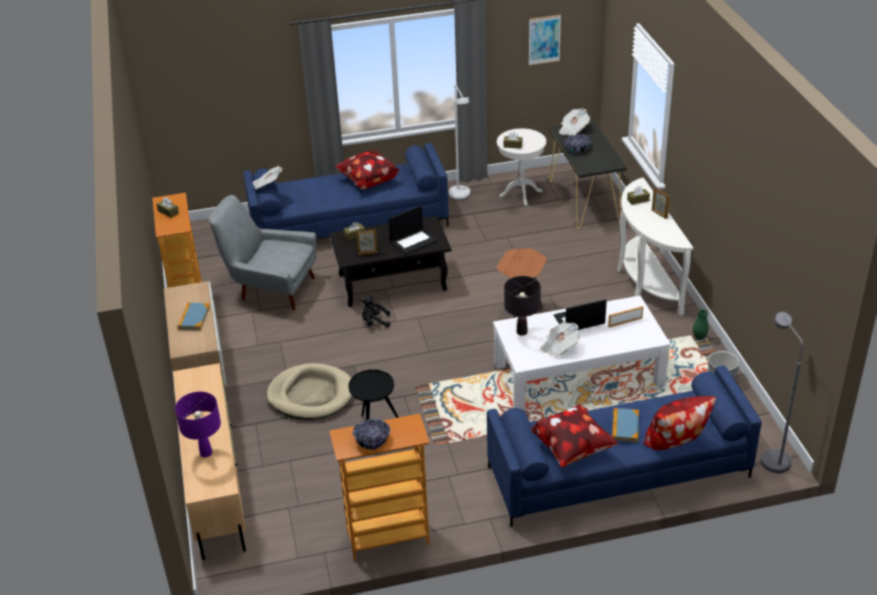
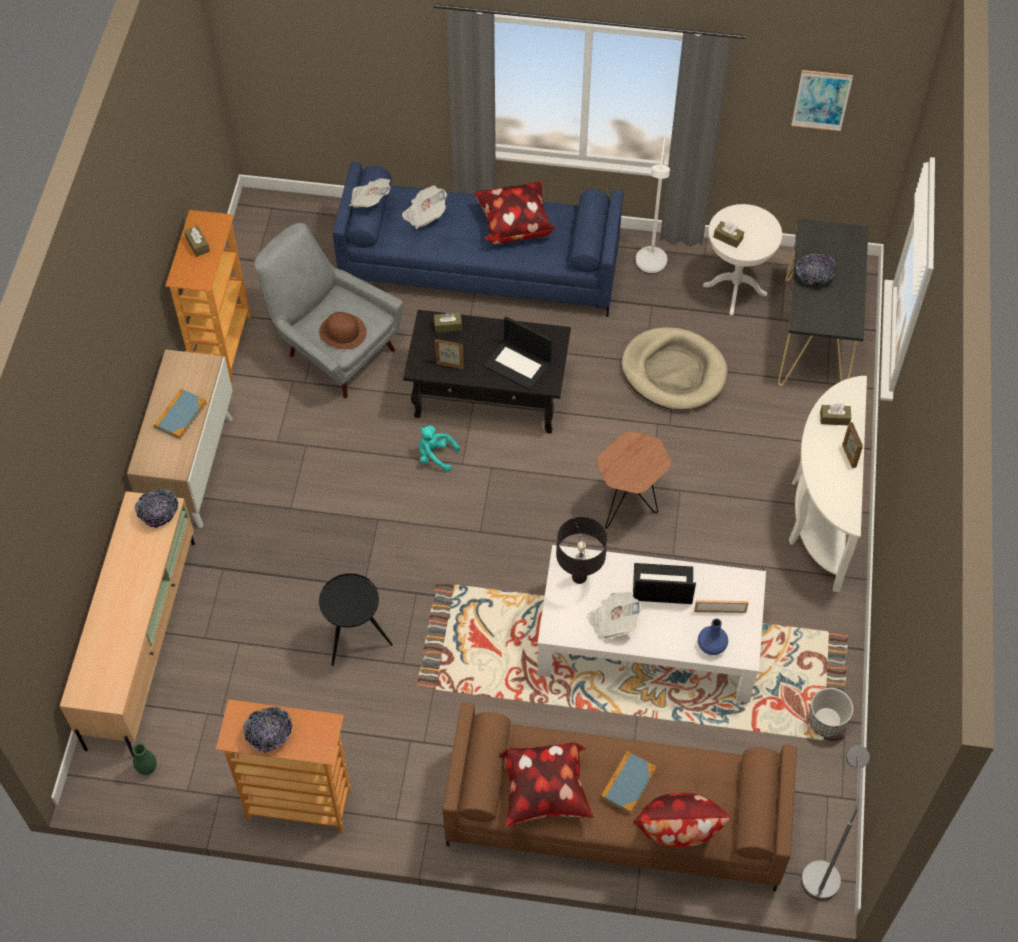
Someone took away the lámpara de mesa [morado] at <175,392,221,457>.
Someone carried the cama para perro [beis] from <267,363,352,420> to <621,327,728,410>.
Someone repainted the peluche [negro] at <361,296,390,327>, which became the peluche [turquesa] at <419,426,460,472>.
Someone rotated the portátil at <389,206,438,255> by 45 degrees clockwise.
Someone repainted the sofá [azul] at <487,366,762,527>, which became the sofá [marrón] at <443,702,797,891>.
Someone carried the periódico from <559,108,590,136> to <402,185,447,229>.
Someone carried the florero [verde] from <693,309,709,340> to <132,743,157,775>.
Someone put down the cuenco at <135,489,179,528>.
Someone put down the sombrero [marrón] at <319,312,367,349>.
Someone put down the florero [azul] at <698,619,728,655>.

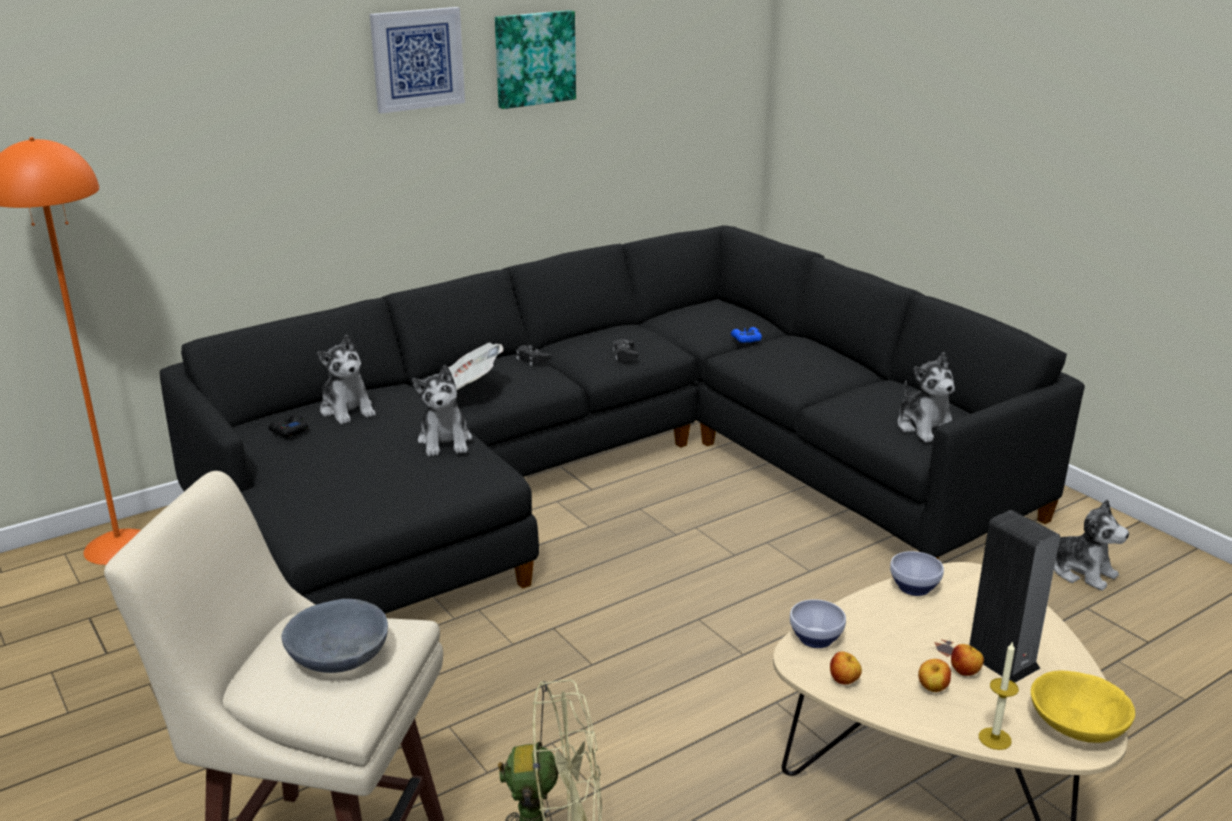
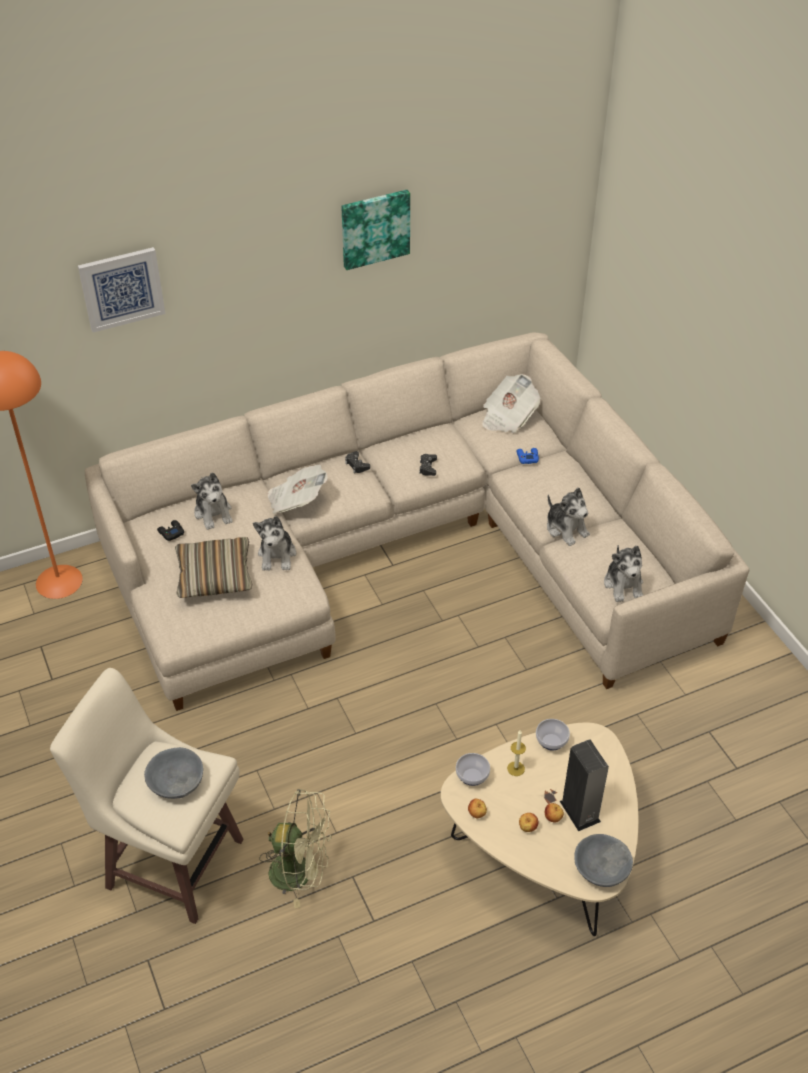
Someone repainted the sofá [negro] at <160,225,1085,614>, which became the sofá [beis] at <85,332,749,711>.
Someone carried the cuadro from <370,7,465,114> to <78,247,166,333>.
Someone carried the vela from <979,641,1019,750> to <507,730,526,776>.
Someone repainted the cuenco [amarillo] at <1031,670,1135,743>, which became the cuenco [gris] at <574,834,633,887>.
Someone carried the peluche from <1045,499,1129,591> to <547,488,590,546>.
Someone put down the cojín at <175,537,252,598>.
Someone put down the periódico at <482,374,540,433>.

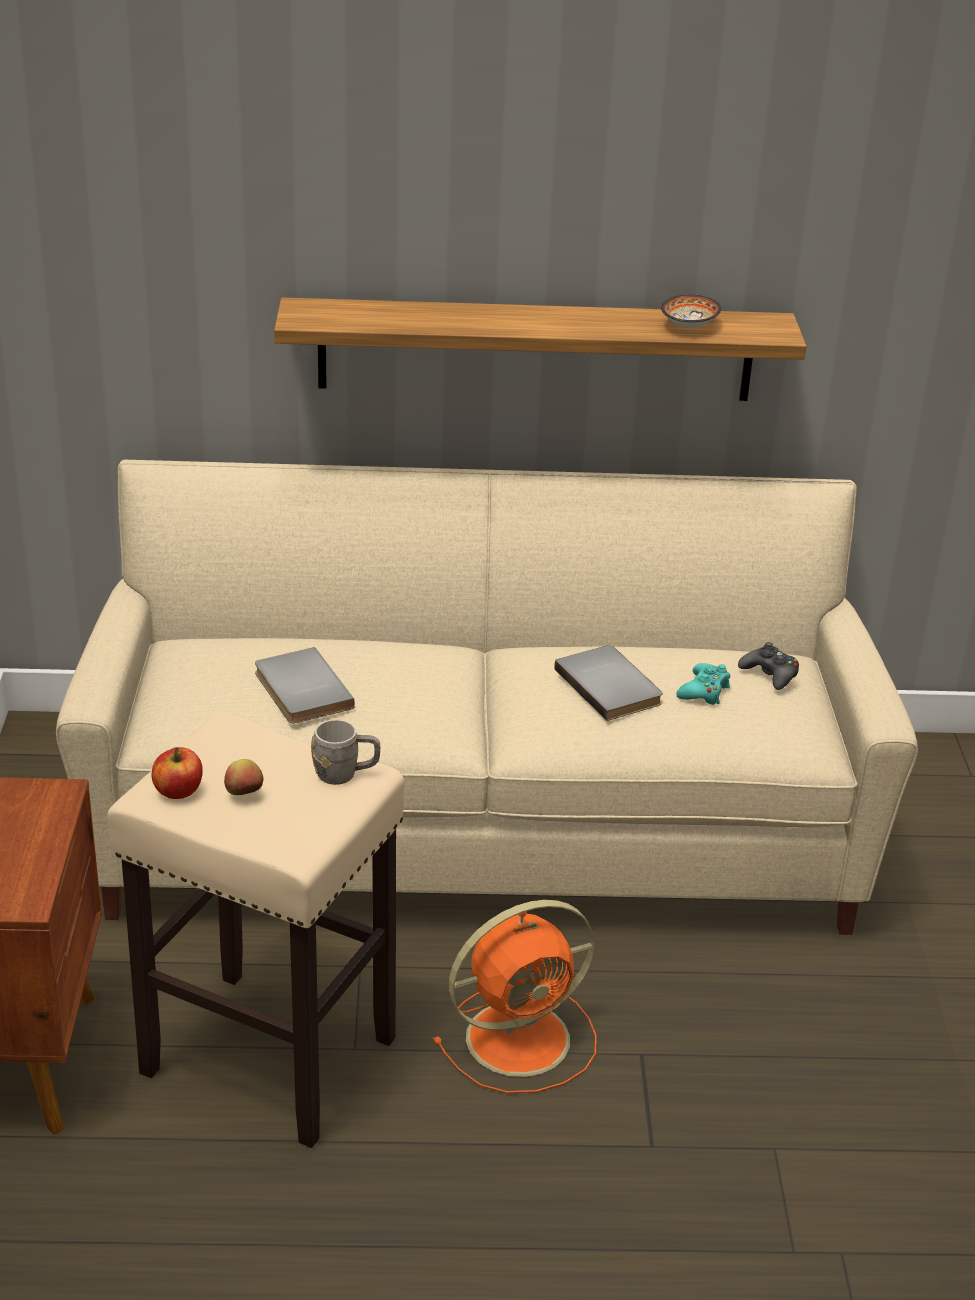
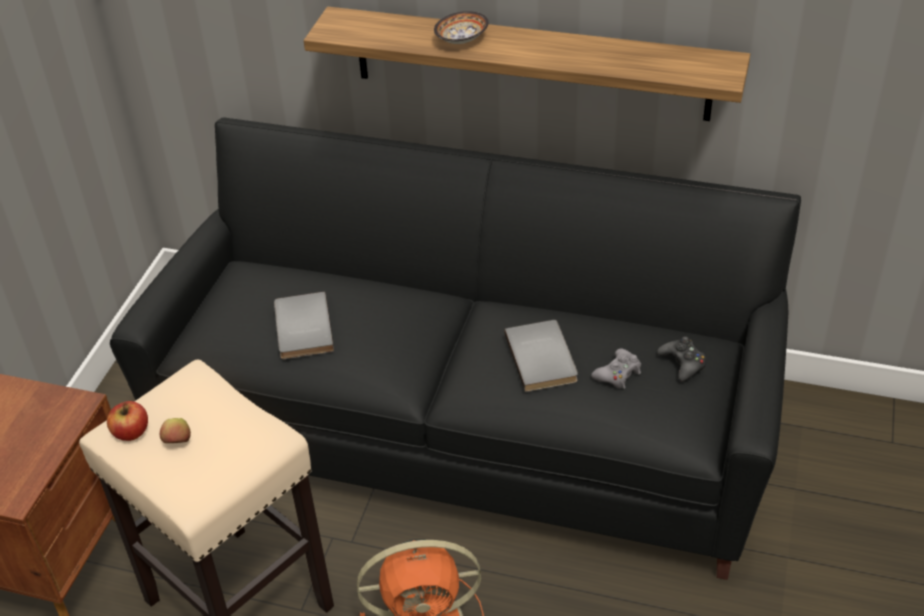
Someone repainted the sofá [beis] at <56,460,918,935>, which became the sofá [negro] at <110,118,801,580>.
Someone took away the taza grande [gris] at <311,719,380,785>.
Someone carried the cuenco from <661,295,721,328> to <434,11,488,44>.
Someone repainted the mando de consola [turquesa] at <676,663,730,705>, which became the mando de consola [gris] at <591,348,641,389>.

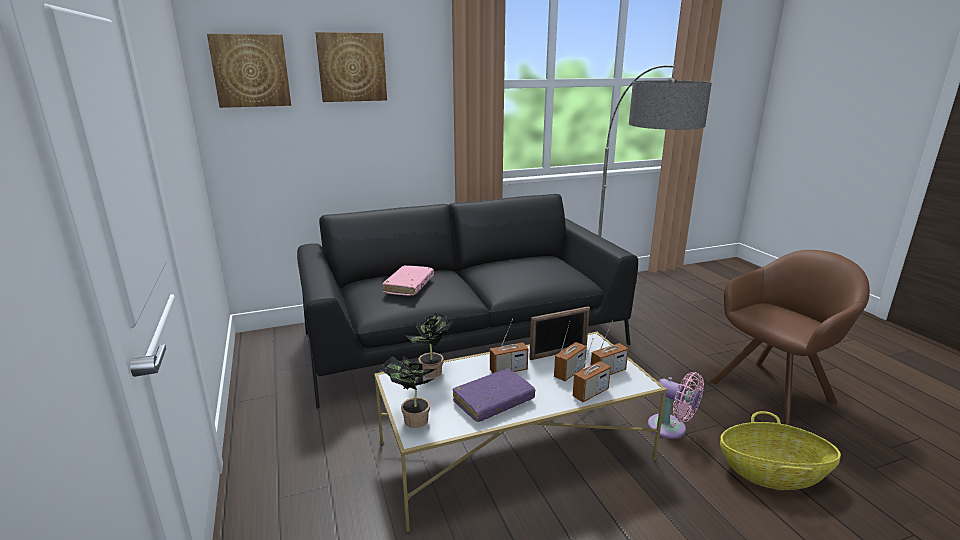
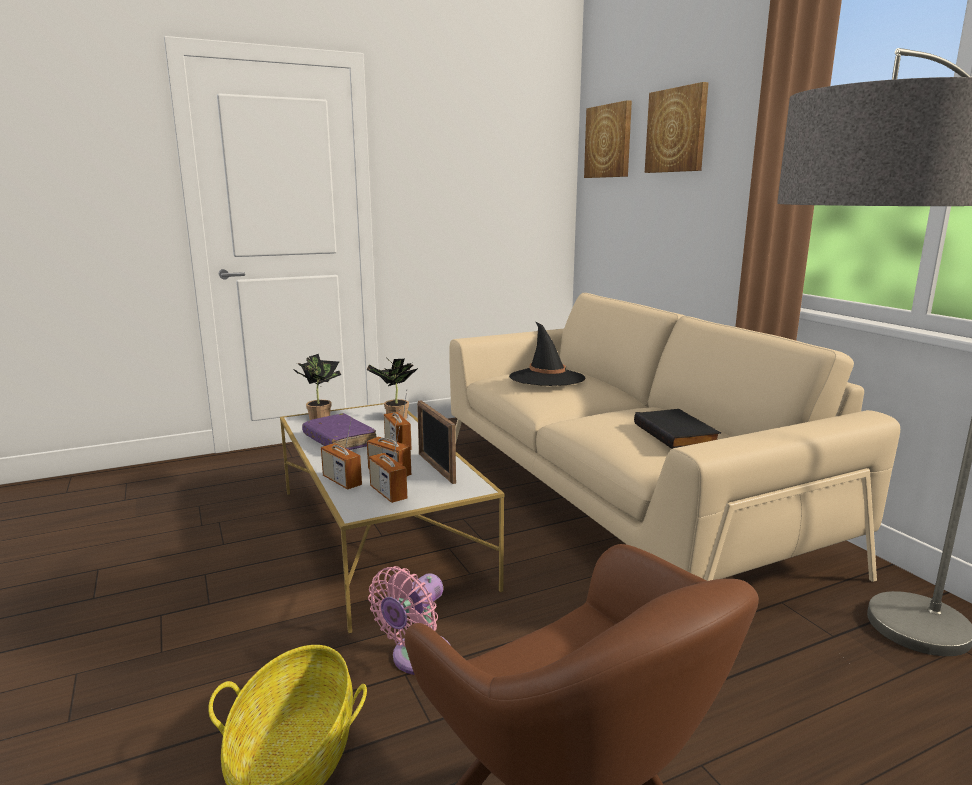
Someone repainted the sofá [negro] at <297,194,638,408>, which became the sofá [beis] at <449,293,900,582>.
Someone swapped the libro [rosa] at <382,265,434,296> for the sombrero [negro] at <509,321,585,386>.
Someone put down the libro [negro] at <634,409,721,449>.

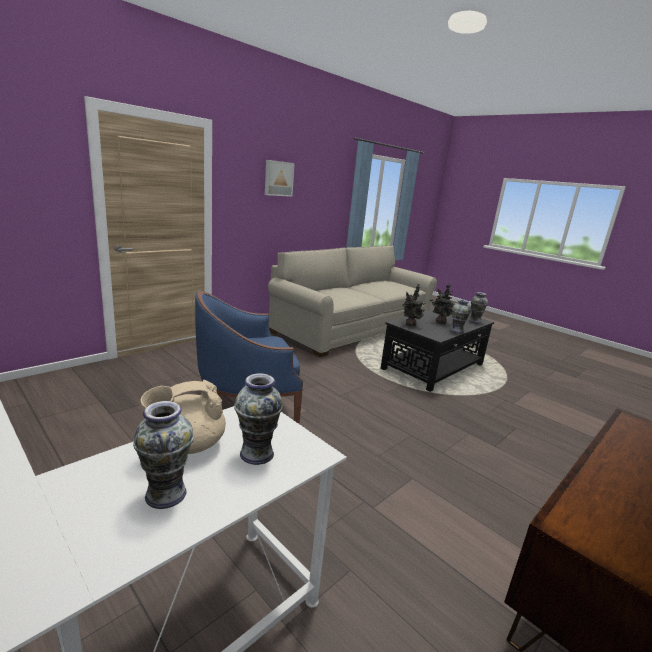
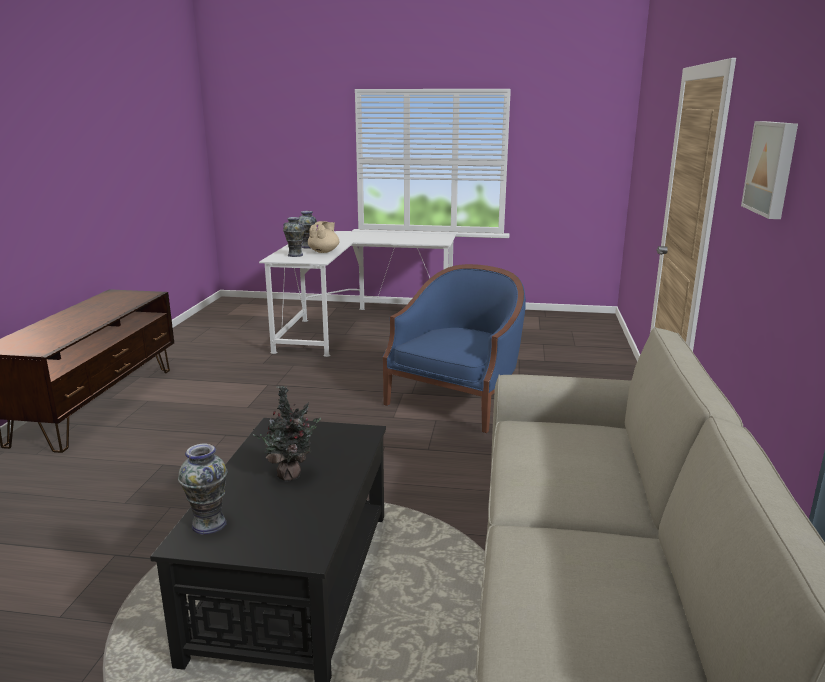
Someone took away the planta en maceta at <402,284,425,327>.
Someone took away the florero at <450,299,471,334>.

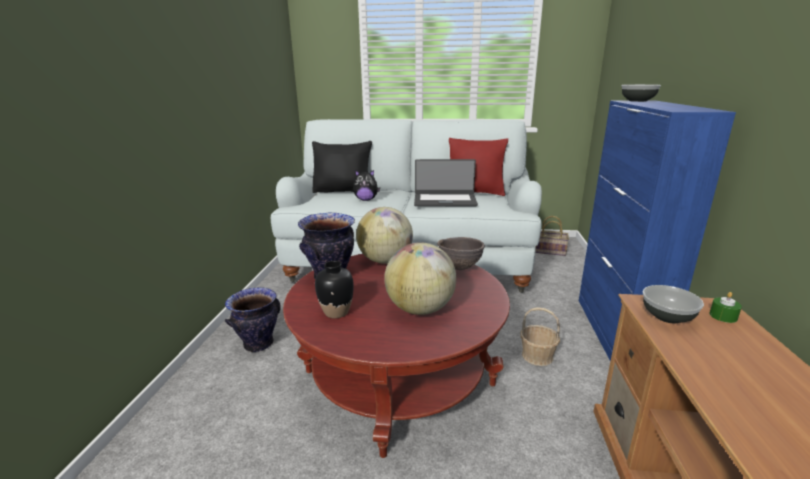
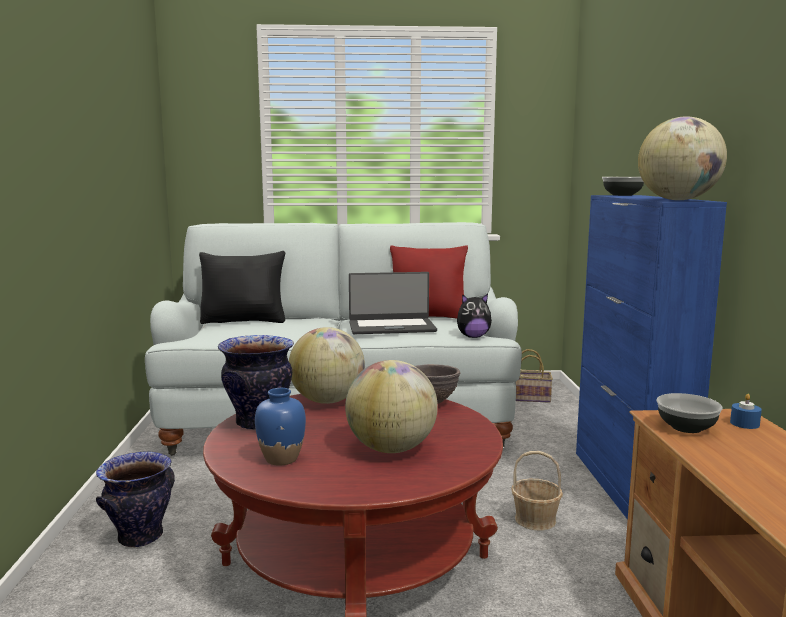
Someone repainted the florero [negro] at <315,261,354,319>, which became the florero [azul] at <255,388,306,466>.
Someone carried the peluche from <353,170,380,201> to <457,294,492,338>.
Someone repainted the vela [verde] at <709,292,742,323>, which became the vela [azul] at <730,394,762,429>.
Someone put down the globo terráqueo at <638,116,727,200>.

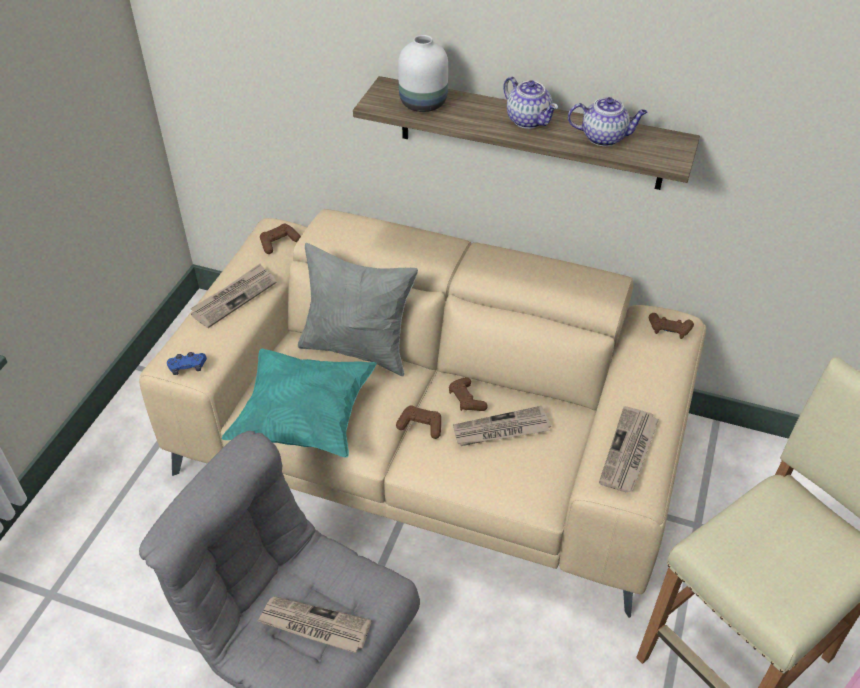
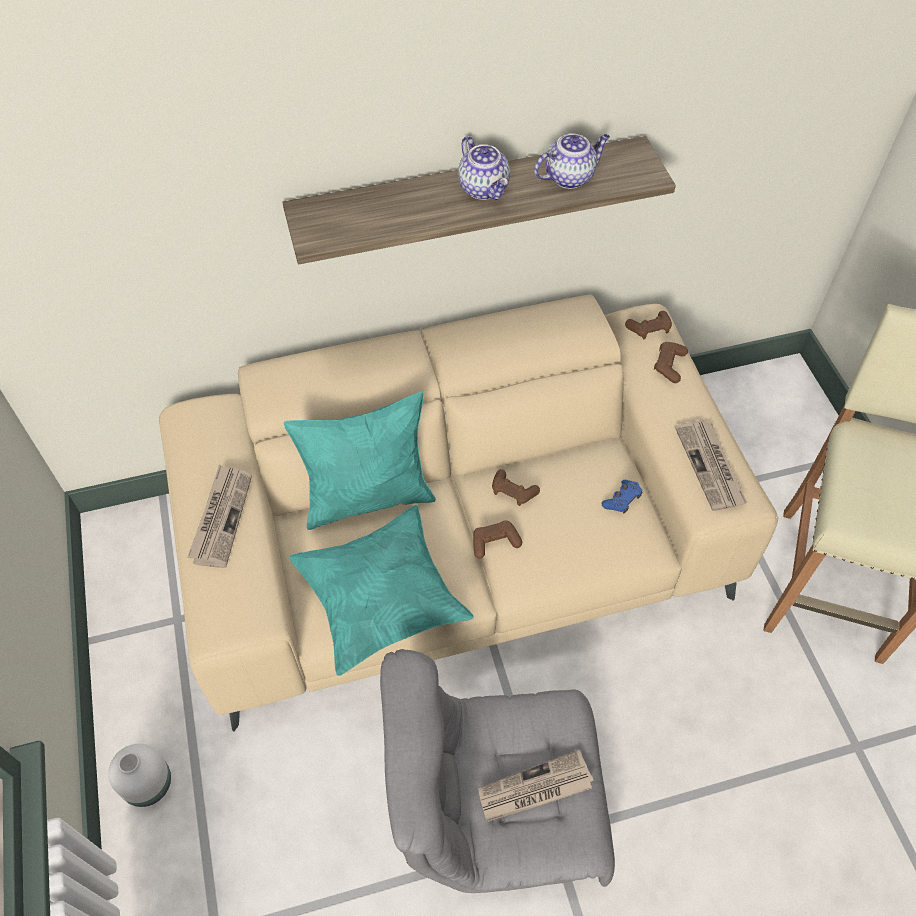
Someone carried the mando de consola [azul] from <167,352,207,375> to <602,480,642,514>.
Someone carried the mando de consola [marrón] from <260,224,301,254> to <654,342,688,383>.
Someone repainted the cojín [gris] at <298,243,418,376>, which became the cojín [turquesa] at <284,391,436,530>.
Someone carried the florero [blanco] from <398,35,448,112> to <108,744,171,807>.
Someone took away the periódico at <453,406,551,446>.
Someone rotated the tetera at <503,77,558,129> by 45 degrees clockwise.

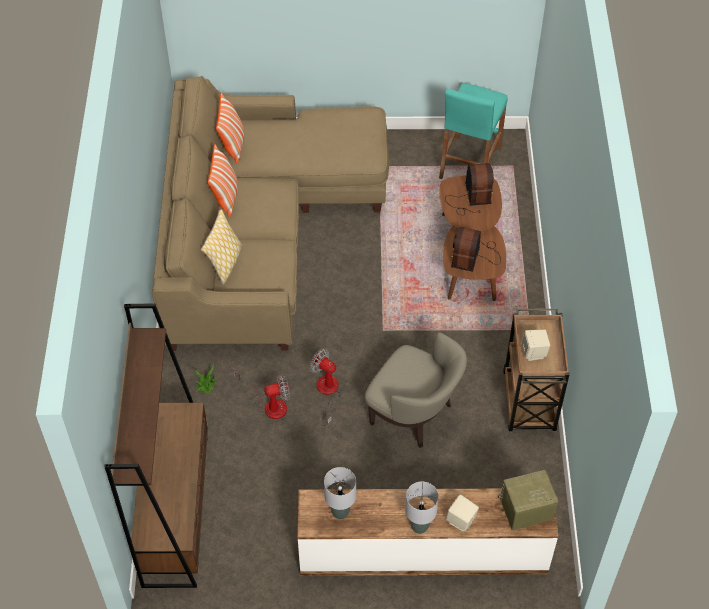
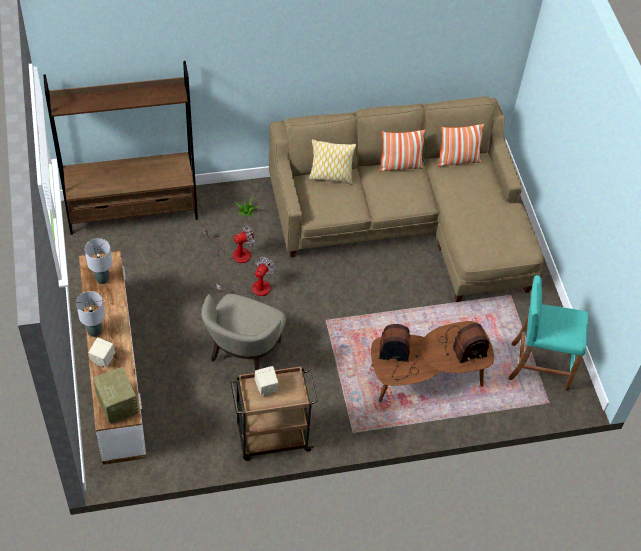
Someone rotated the ventilador at <233,368,290,419> by 90 degrees counterclockwise.

